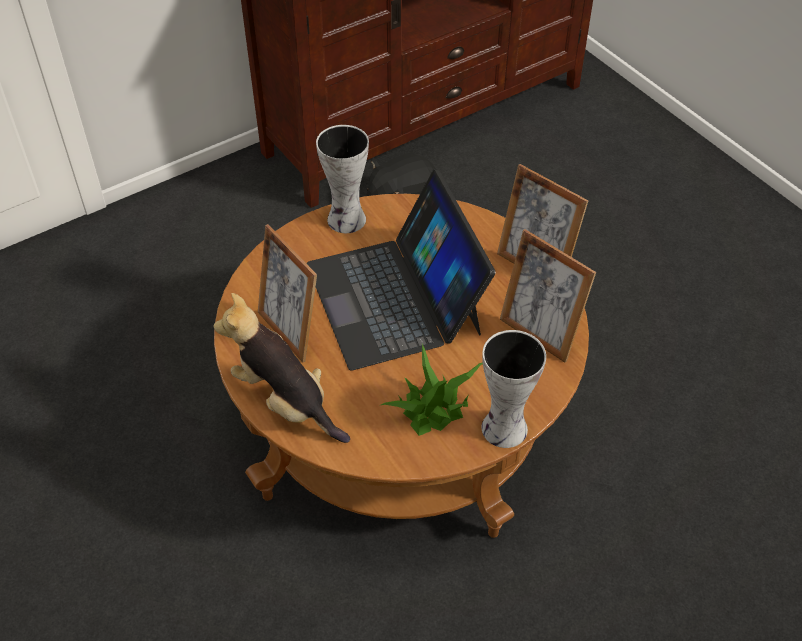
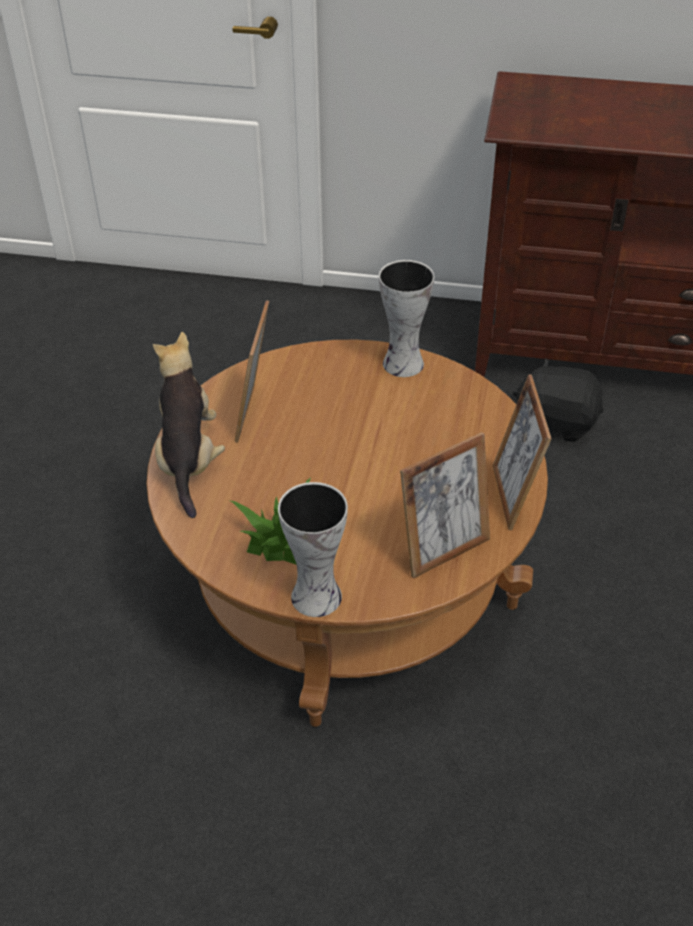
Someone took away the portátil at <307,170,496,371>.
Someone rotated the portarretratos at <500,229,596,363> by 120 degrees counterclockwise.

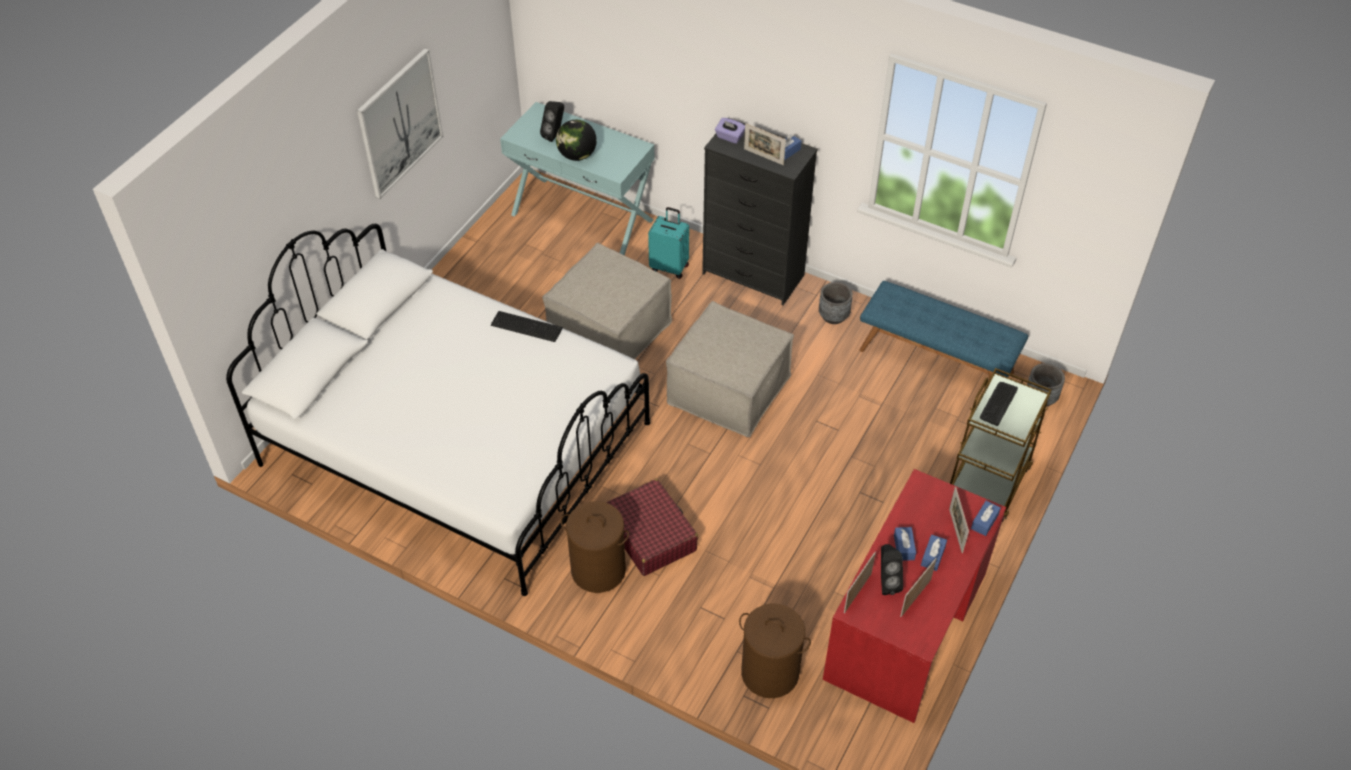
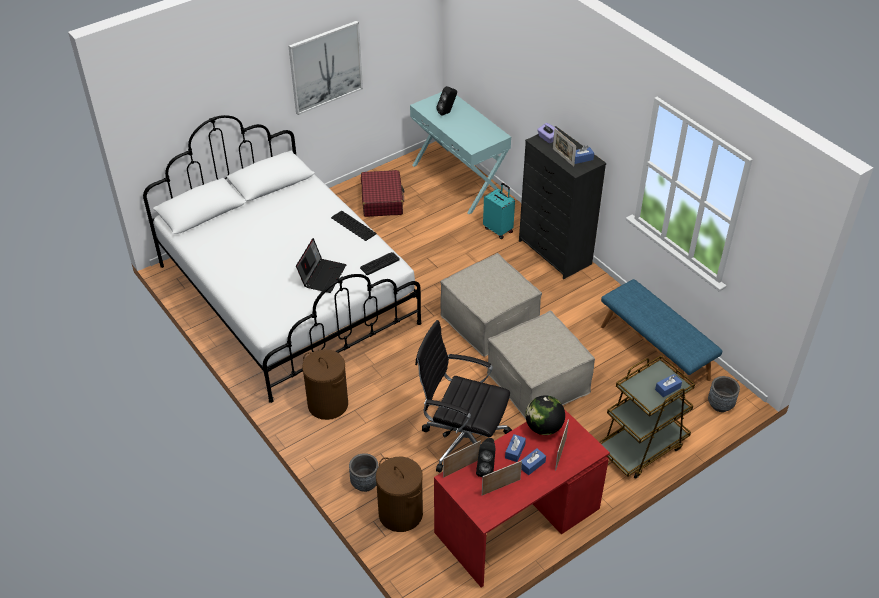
Someone carried the puf [beis] from <542,243,672,359> to <487,311,595,419>.
Someone carried the globo terráqueo from <556,120,597,161> to <525,395,565,435>.
Someone carried the maleta [rojo] from <606,479,698,576> to <361,170,404,217>.
Someone carried the maceta [gris] from <819,282,853,324> to <349,453,379,492>.
Someone carried the caja de pañuelos [azul] from <971,501,1001,536> to <655,374,682,397>.
Someone carried the teclado from <980,382,1018,426> to <360,252,400,275>.
Someone put down the portátil at <296,238,346,293>.
Someone put down the silla de oficina [negro] at <415,320,512,473>.

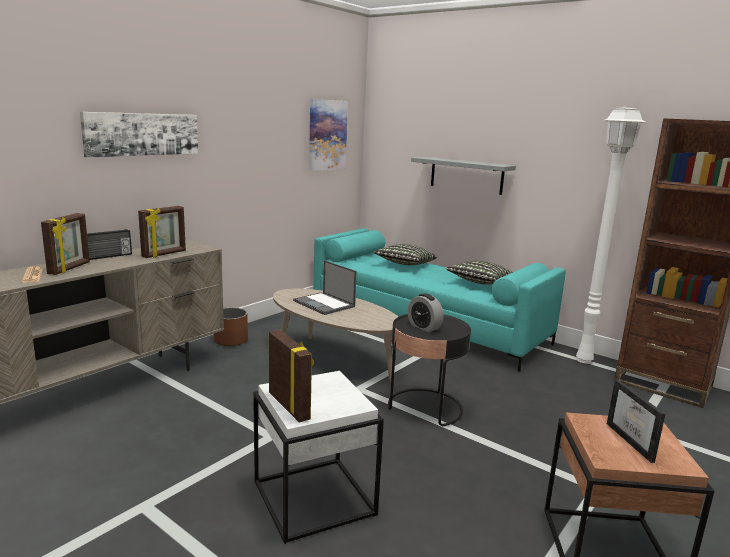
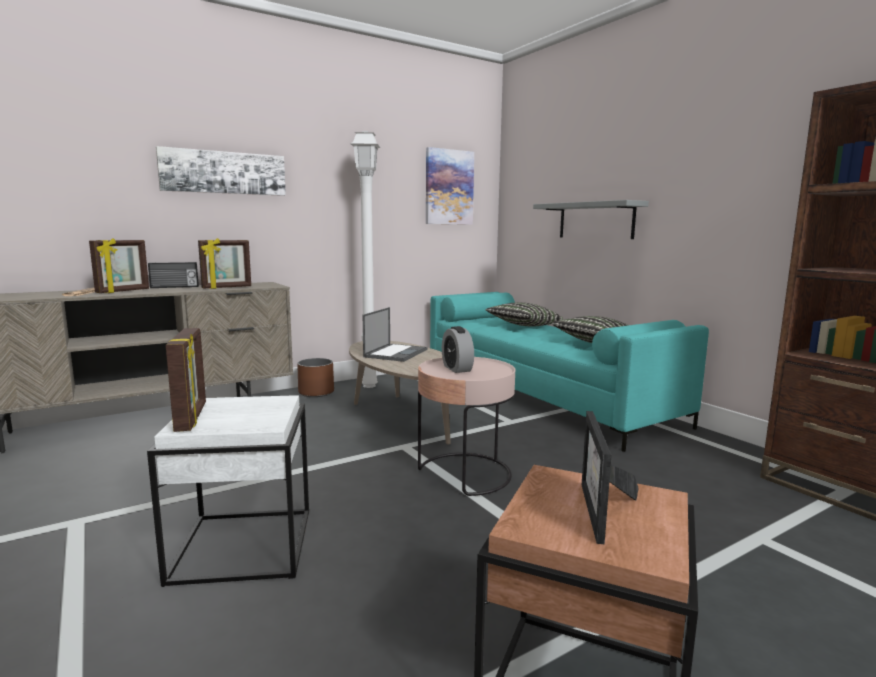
Someone rotated the portátil at <293,260,357,315> by 135 degrees counterclockwise.
Someone repainted the mesa auxiliar [negro] at <388,314,471,426>, which became the mesa auxiliar [rosa] at <418,357,515,496>.
Someone carried the lámpara de pie [blanco] from <576,106,645,364> to <350,131,380,388>.

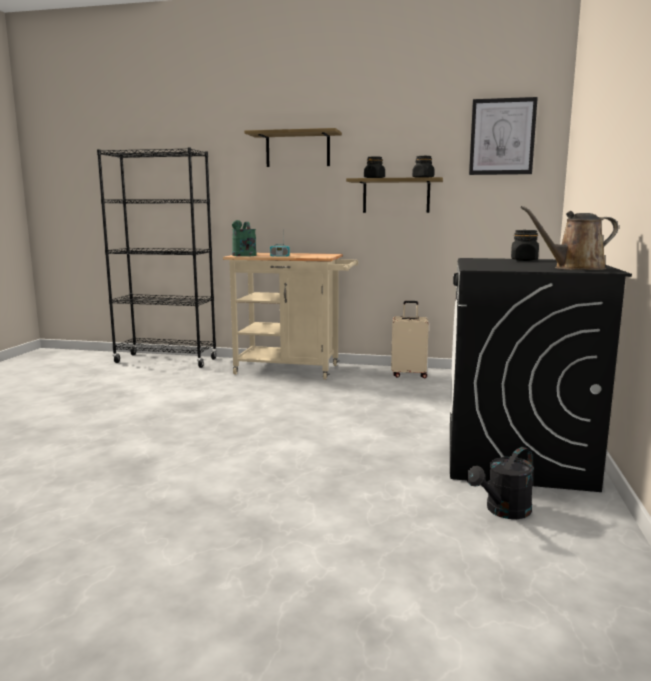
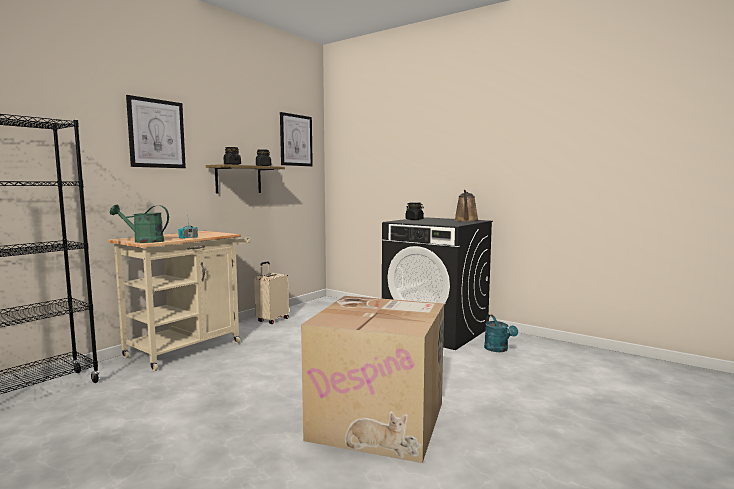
Someone swapped the estante at <244,128,342,167> for the cuadro at <126,95,186,168>.
Someone repainted the regadera [negro] at <466,447,534,519>, which became the regadera [turquesa] at <484,315,518,352>.
Someone put down the caja de cartón at <301,296,444,463>.

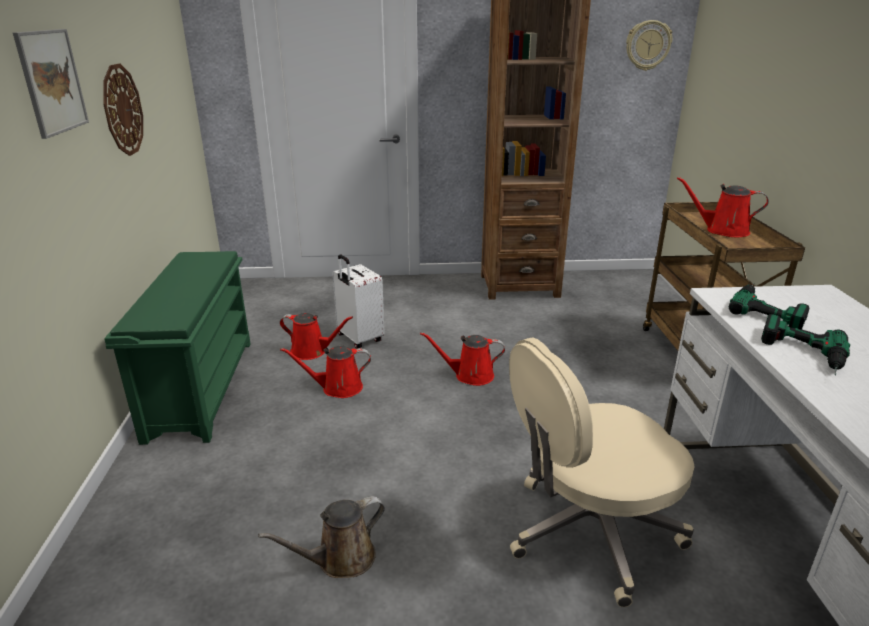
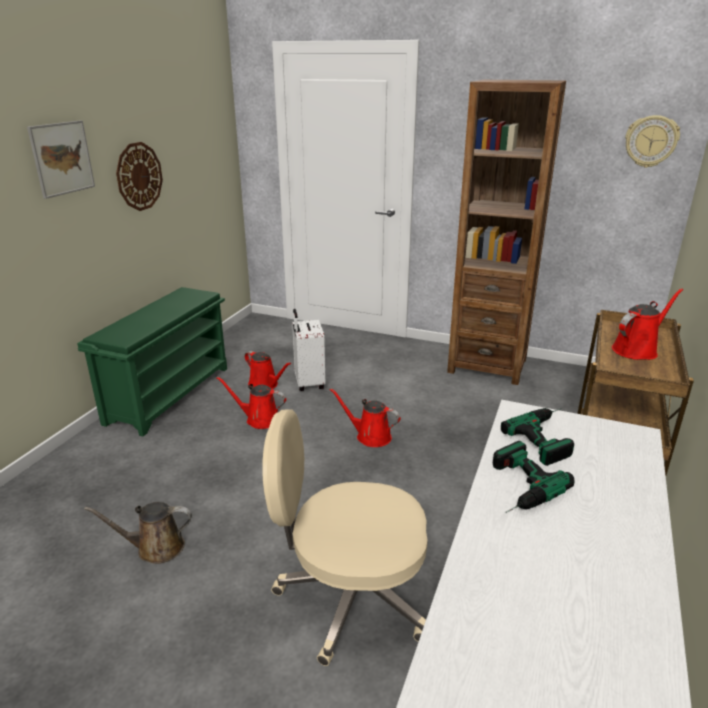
Someone rotated the regadera [rojo] at <677,177,769,237> by 105 degrees clockwise.

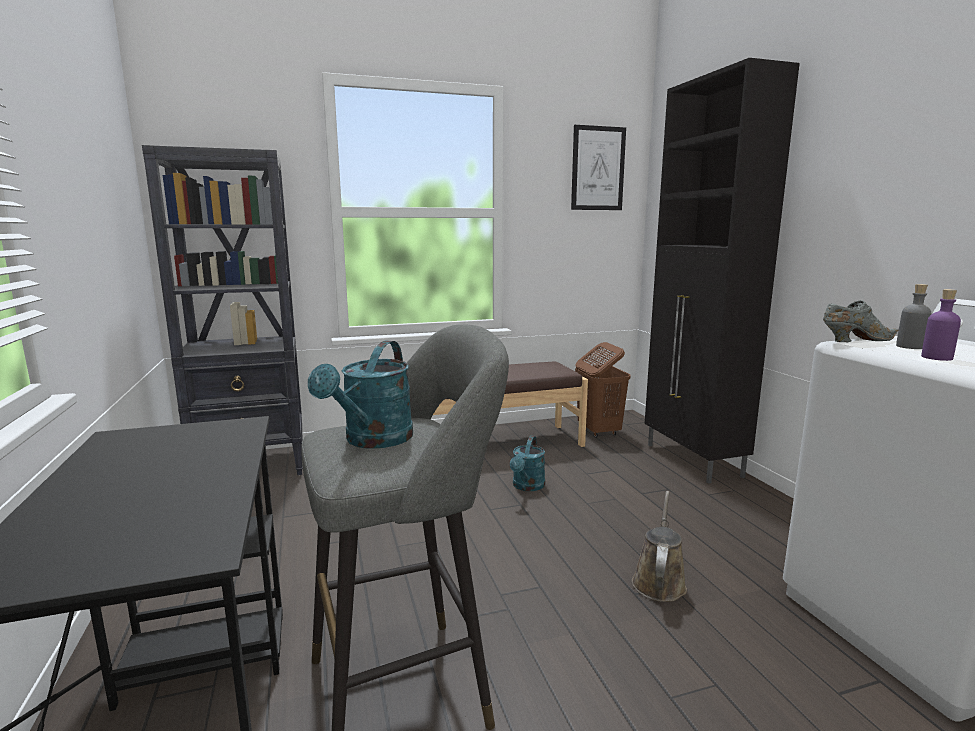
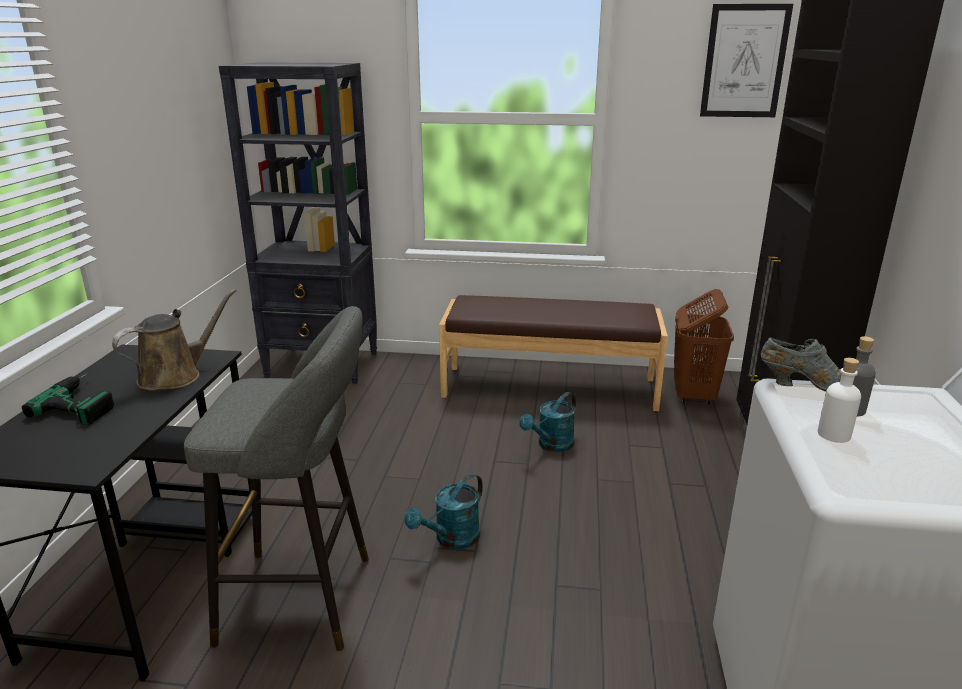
Someone carried the regadera [turquesa] from <308,341,413,449> to <405,473,483,549>.
Someone carried the regadera [marrón] from <632,491,687,602> to <112,289,236,391>.
Someone repainted the botella [morado] at <921,289,961,361>, which became the botella [blanco] at <818,358,861,443>.
Someone put down the taladro at <22,372,114,425>.

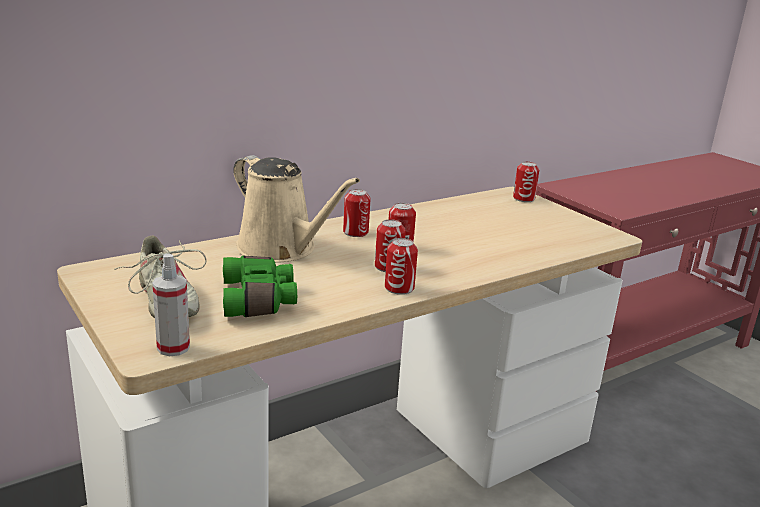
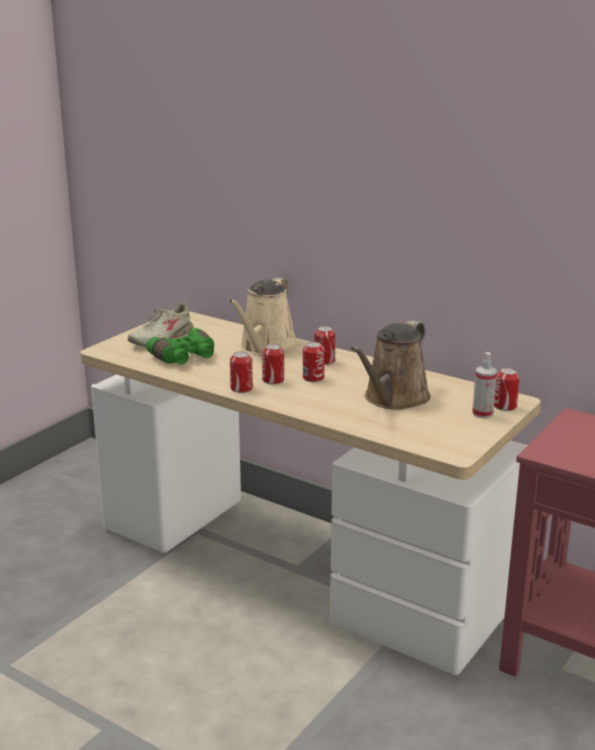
Someone carried the pulverizador from <152,254,190,356> to <472,352,497,419>.
Someone put down the regadera [marrón] at <351,320,430,410>.

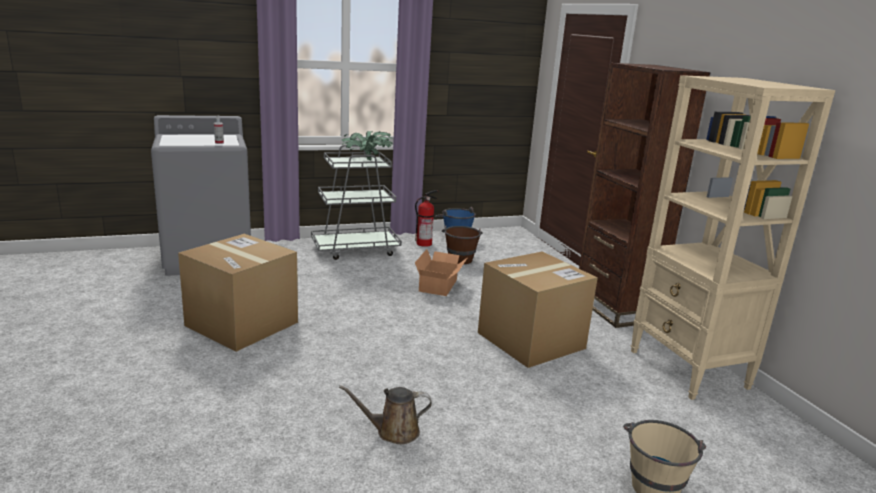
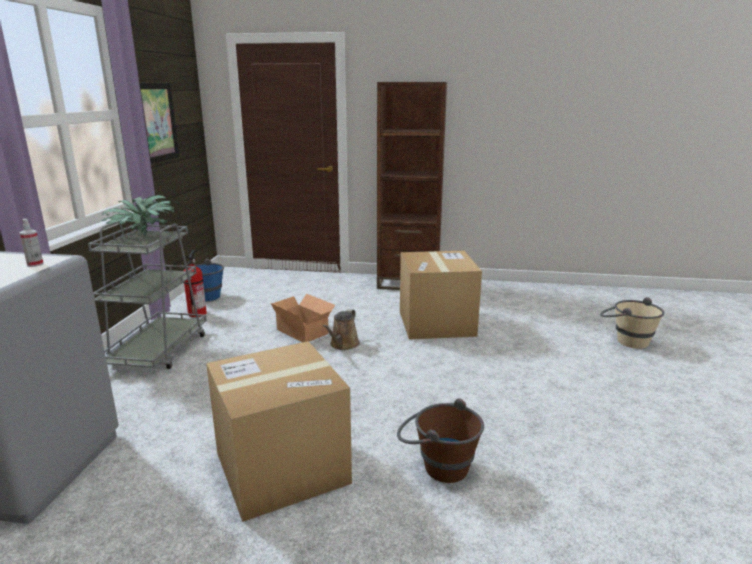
Someone carried the regadera [marrón] from <339,385,432,444> to <323,309,360,350>.
Someone carried the cubo [marrón] from <442,226,483,264> to <397,398,484,483>.
Someone took away the estantería [beis] at <631,75,835,400>.
Someone put up the cuadro at <139,83,179,164>.

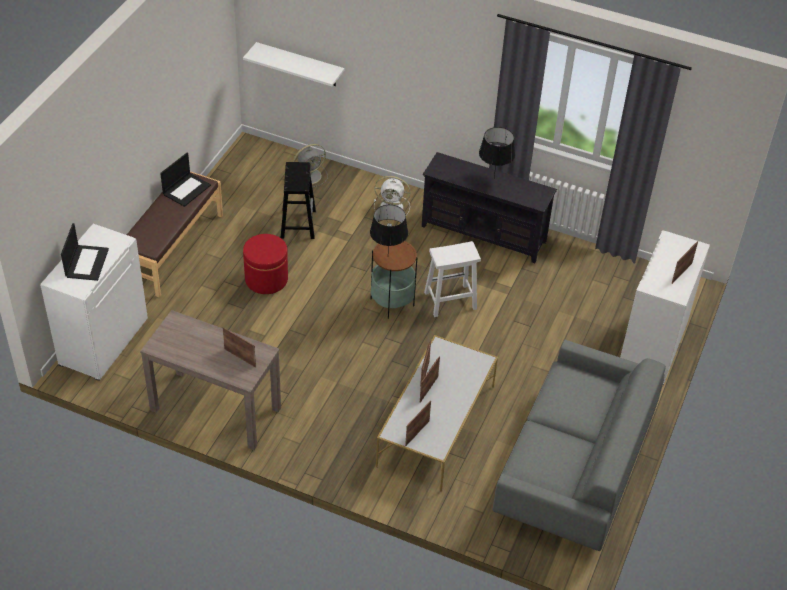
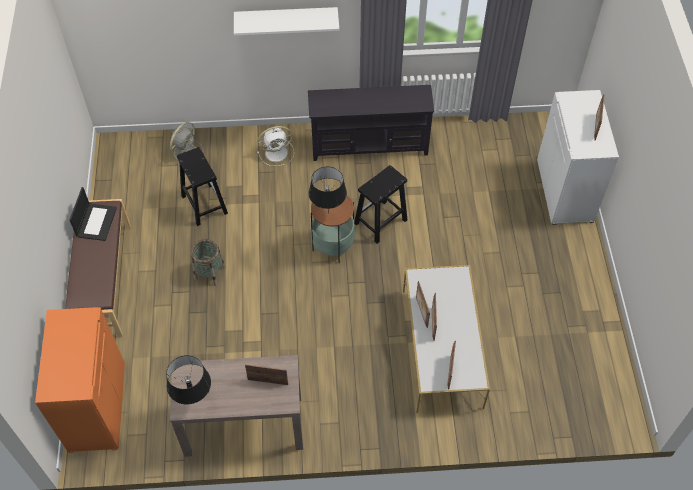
Someone repainted the armario [blanco] at <40,224,148,381>, which became the armario [naranja] at <35,307,125,453>.
Someone took away the portátil at <61,223,109,281>.
Someone carried the estante [blanco] from <243,42,344,86> to <234,7,339,36>.
Someone swapped the puf [rojo] at <243,234,288,294> for the cesta at <191,239,225,286>.
Someone repainted the taburete [blanco] at <424,241,481,317>, which became the taburete [negro] at <354,165,407,244>.
Someone carried the lámpara de mesa [negro] from <479,127,515,177> to <166,355,211,404>.
Someone took away the sofá [gris] at <493,340,666,551>.

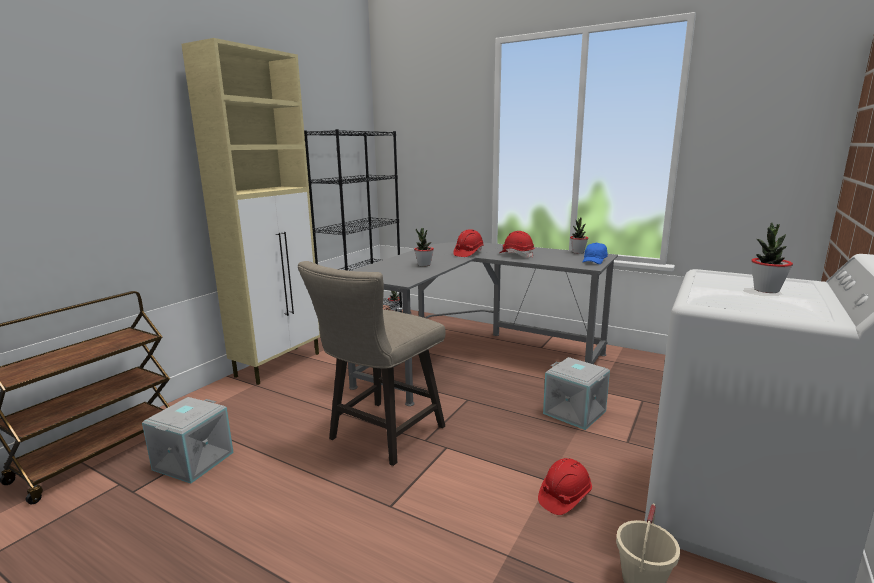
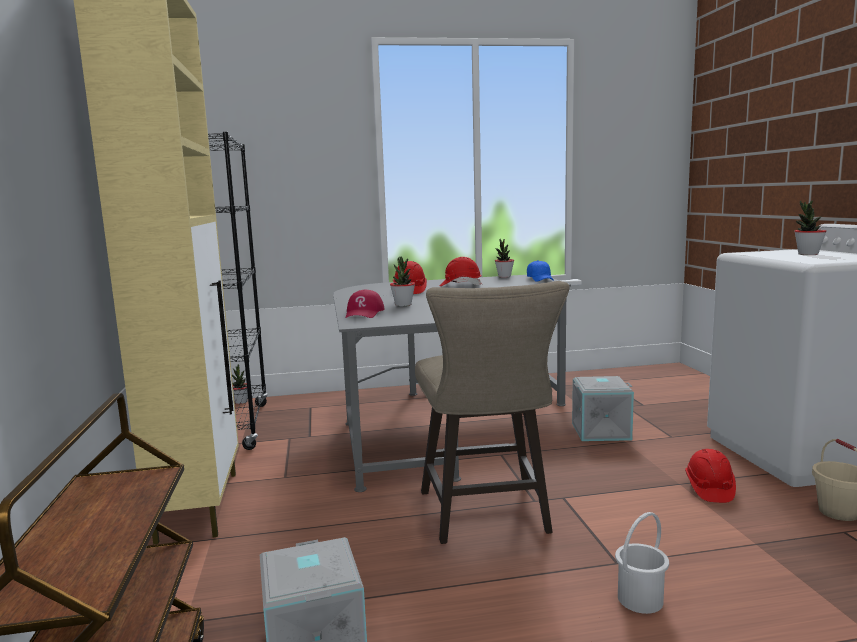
Someone put down the gorra [rojo] at <346,289,385,318>.
Someone put down the cubo [blanco] at <615,512,669,614>.

